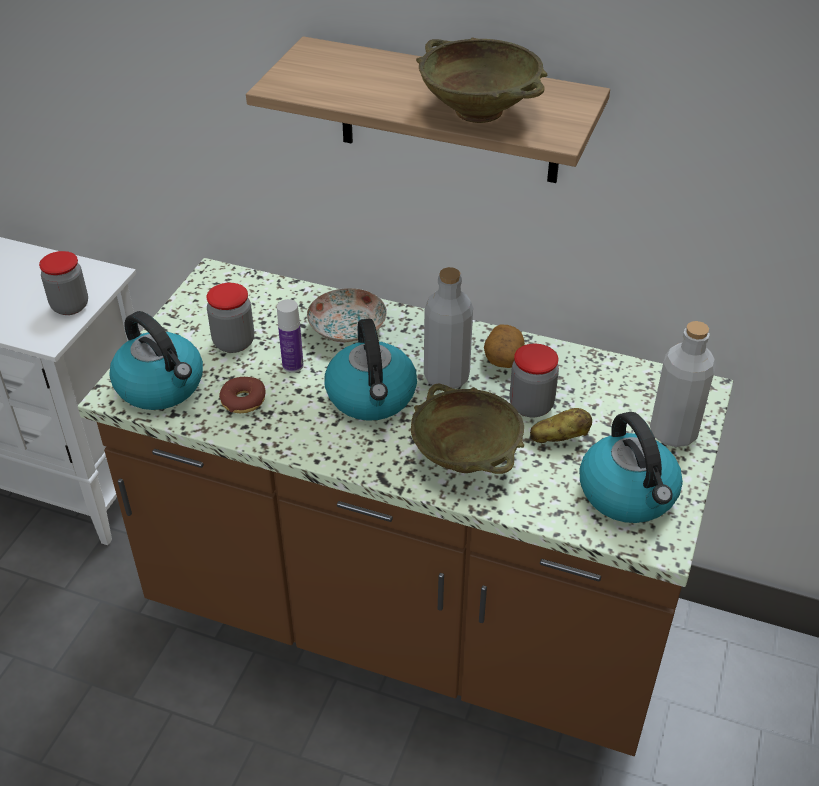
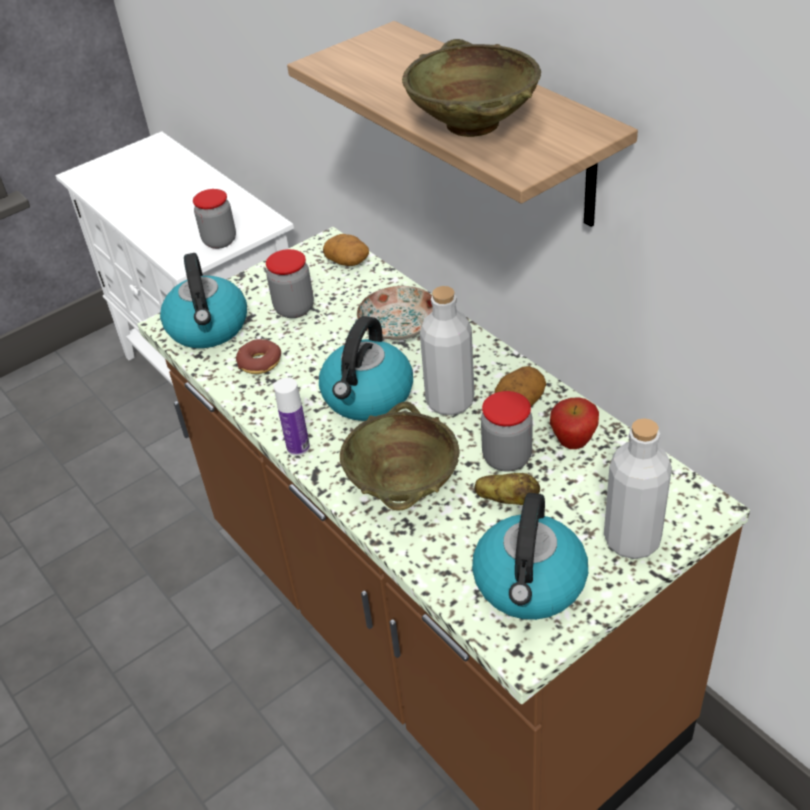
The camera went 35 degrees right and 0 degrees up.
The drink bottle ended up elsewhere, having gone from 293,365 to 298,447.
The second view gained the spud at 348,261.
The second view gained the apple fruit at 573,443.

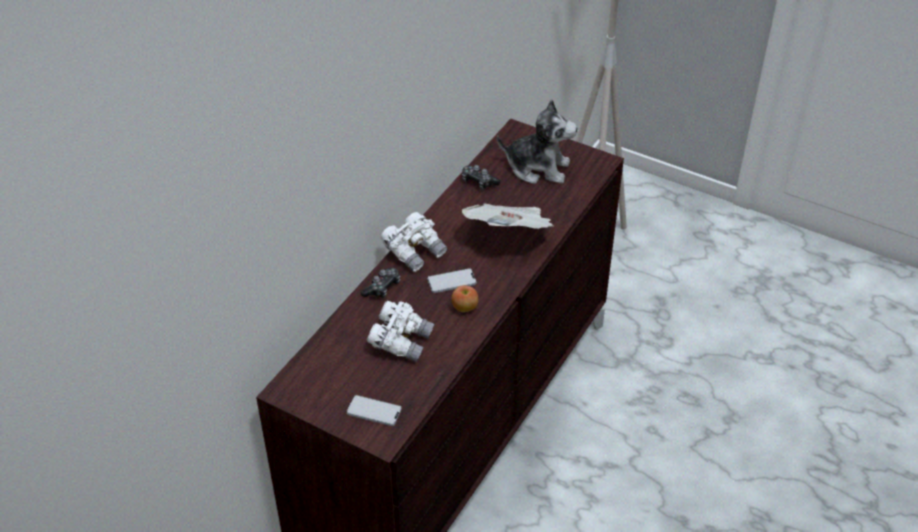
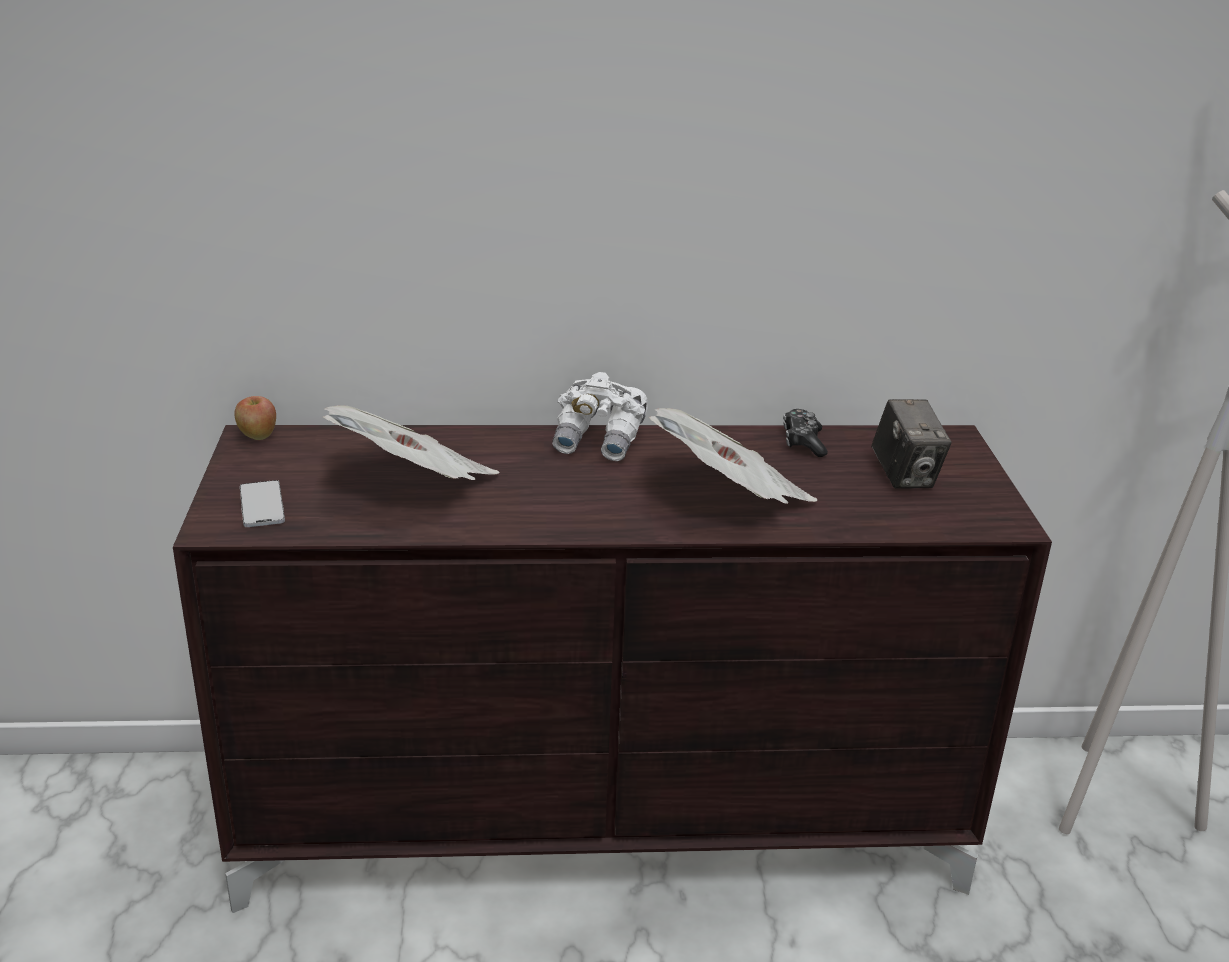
The camera went 55 degrees right and 15 degrees down.
Where the cuddly toy stood at 538,168, the photo camera came to stand at 905,476.
The second view lost the game controller at 382,288.
The second view lost the handset at 451,281.
The apple fruit ended up elsewhere, having gone from 465,308 to 257,436.
Where the whitish pair of binoculars stood at 401,341, the newspaper came to stand at 415,484.

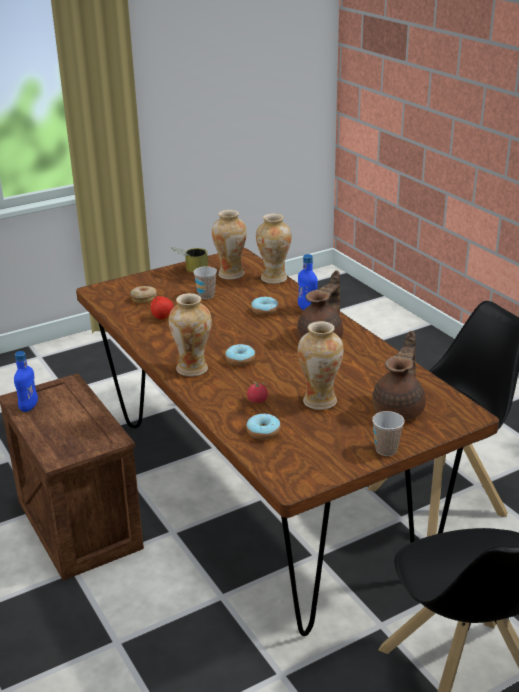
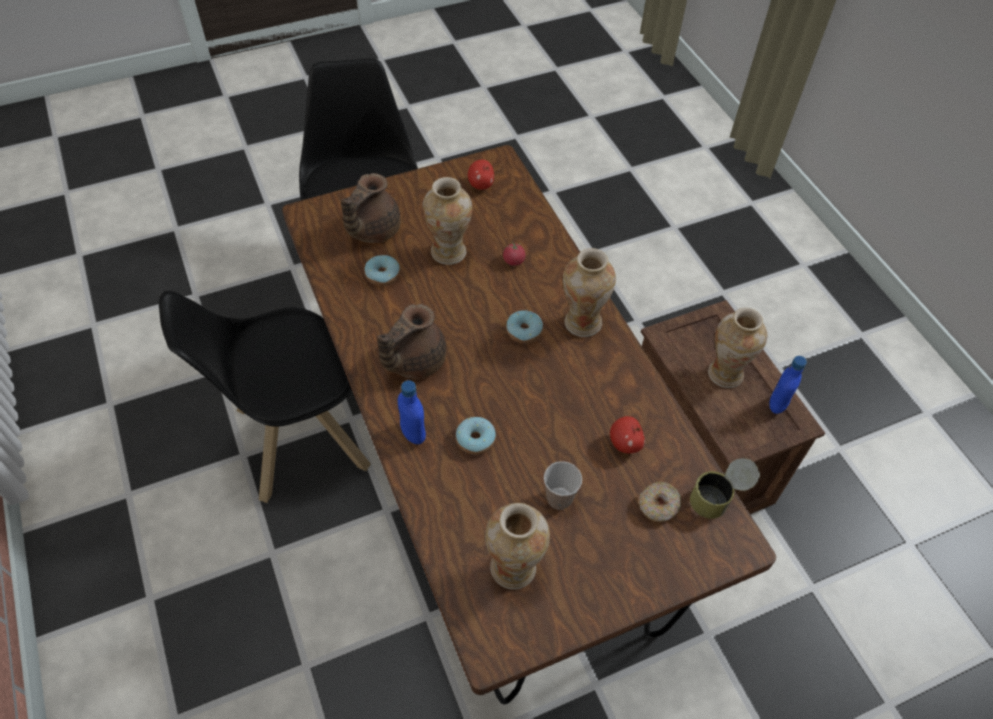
The camera went 175 degrees left and 25 degrees up.
The decorative vase ended up elsewhere, having gone from 274,278 to 725,373.
The sealed can ended up elsewhere, having gone from 190,269 to 719,497.
The second view lost the drinking cup at 386,450.
The donut ended up elsewhere, having gone from 263,432 to 382,275.
The second view gained the apple fruit at 481,185.

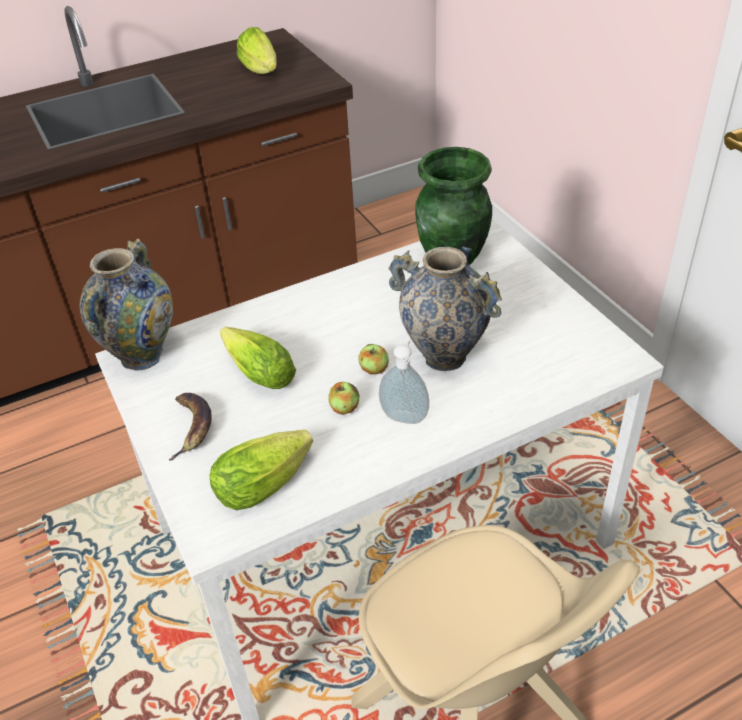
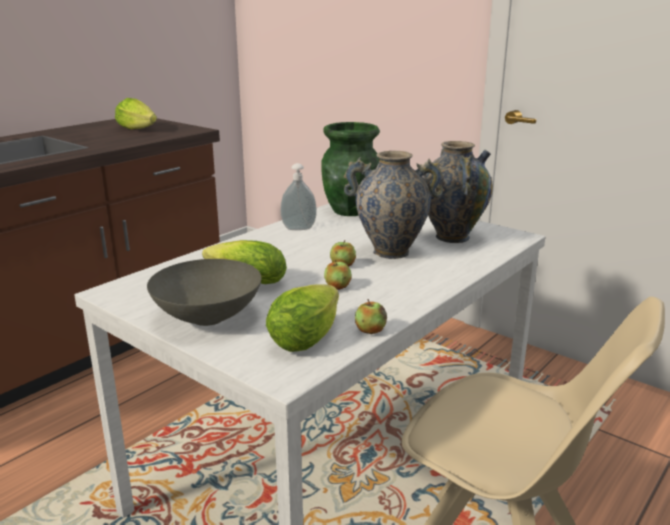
The camera went 25 degrees left and 20 degrees down.
The decorative vase ended up elsewhere, having gone from 142,356 to 452,237.
The soap dispenser ended up elsewhere, having gone from 405,416 to 298,228.
Where the banana fruit stood at 192,427, the grey bowl came to stand at 209,318.
The second view gained the apple fruit at 370,330.

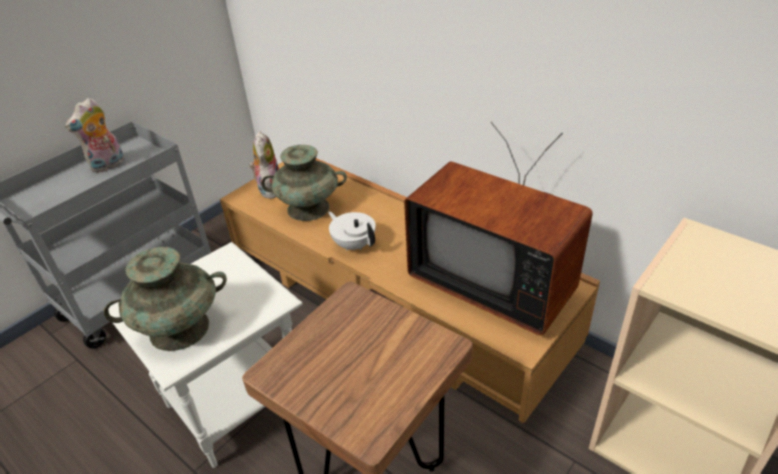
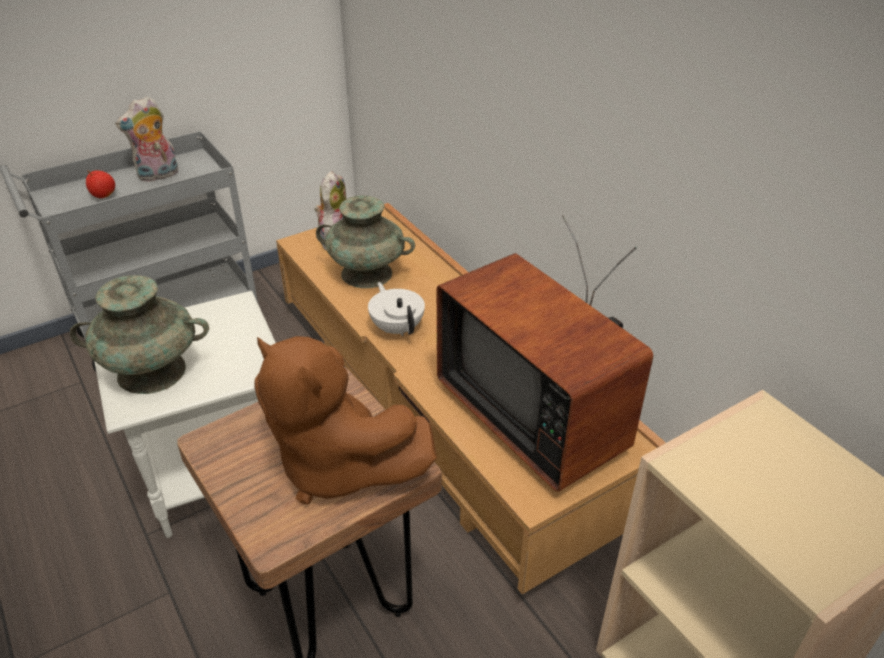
The camera went 15 degrees right and 0 degrees up.
The second view gained the apple fruit at 103,195.
The second view gained the brown-coloured cuddly toy at 337,466.

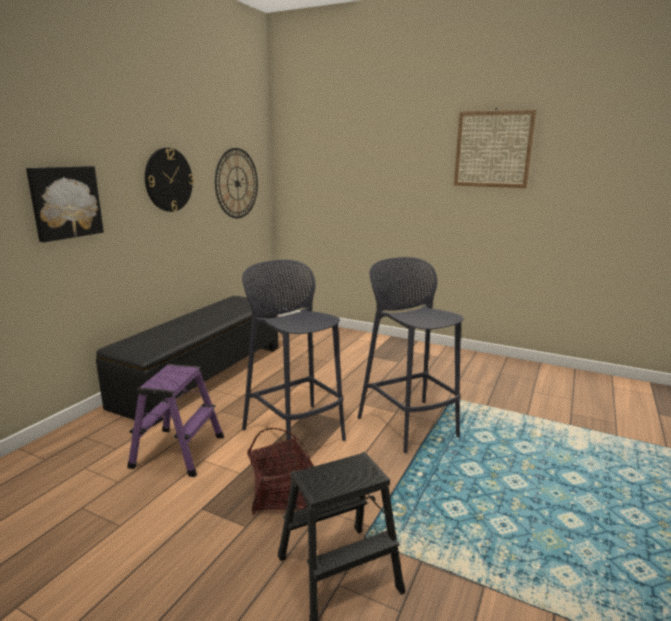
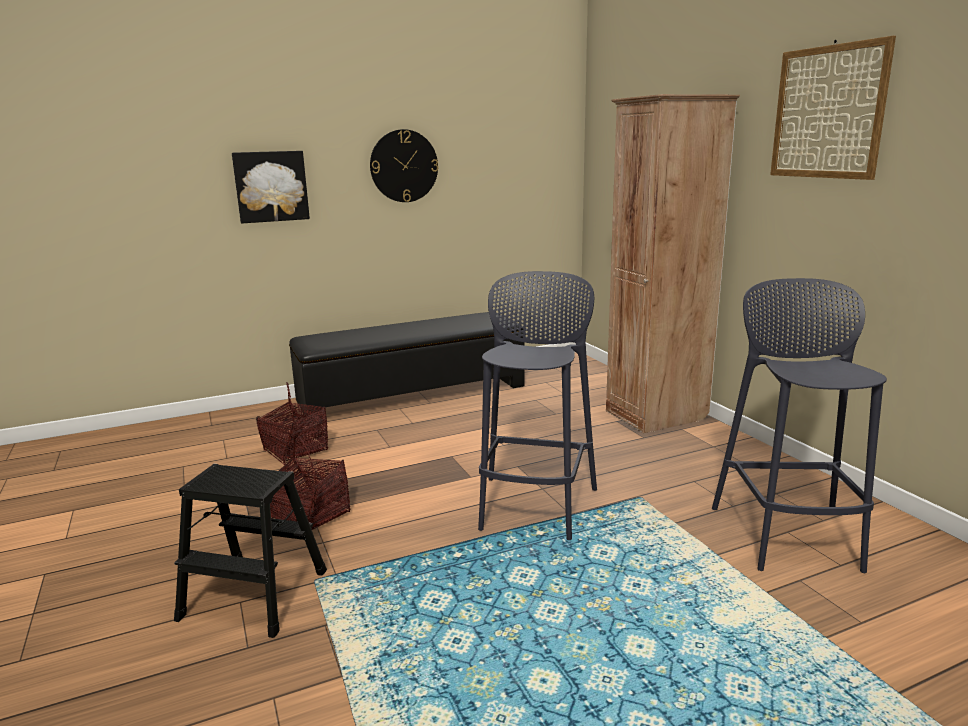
The camera went 40 degrees right and 0 degrees up.
The second view lost the wall clock at 237,183.
The grey sitting stool ended up elsewhere, having gone from 296,431 to 789,535.
Where the purple-coloured step ladder stood at 178,451, the basket came to stand at 296,451.
The second view gained the brown-coloured cabinet at 656,415.

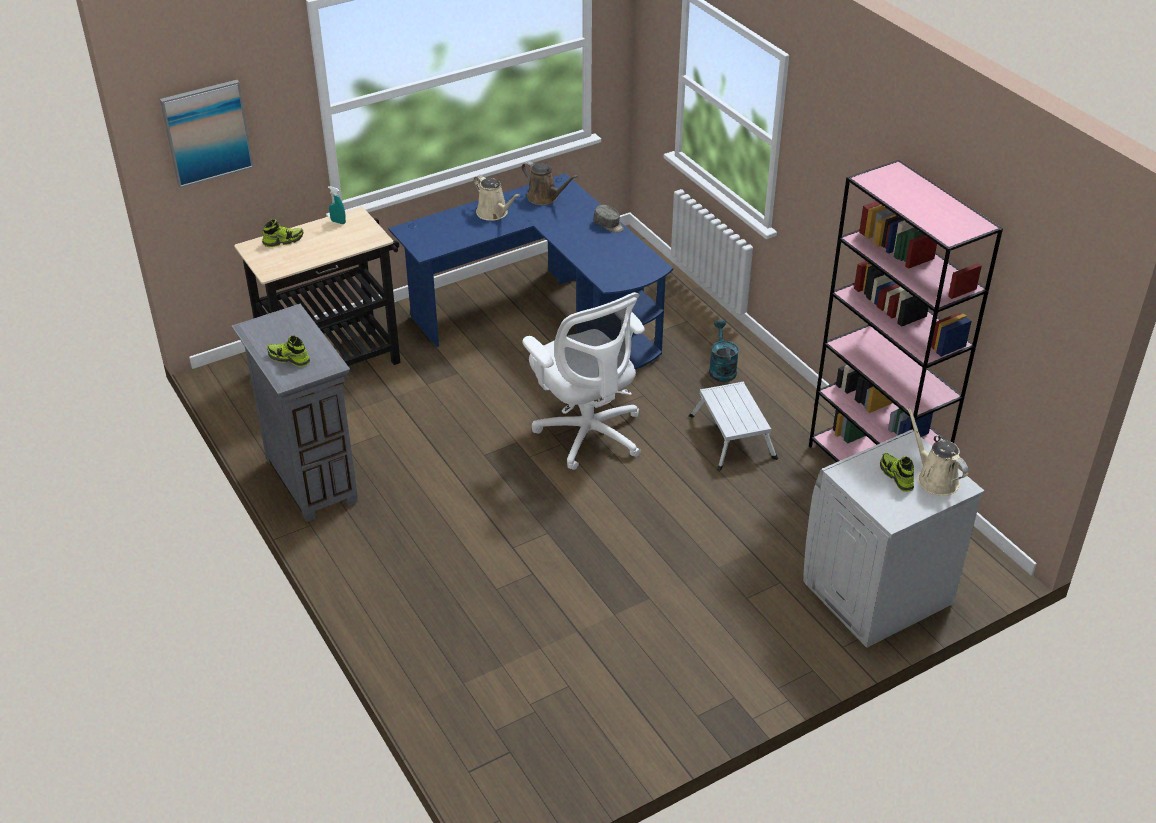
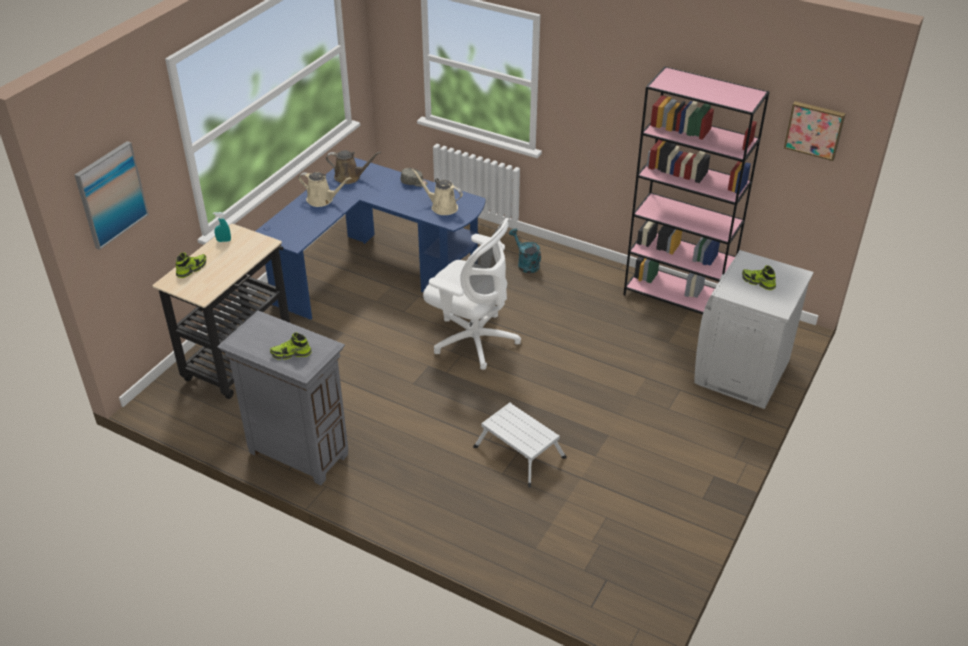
The camera went 30 degrees left and 0 degrees up.
The whitish step ladder ended up elsewhere, having gone from 732,437 to 520,452.
The sand-coloured watering can ended up elsewhere, having gone from 934,478 to 441,207.
The second view gained the wall art at 814,129.

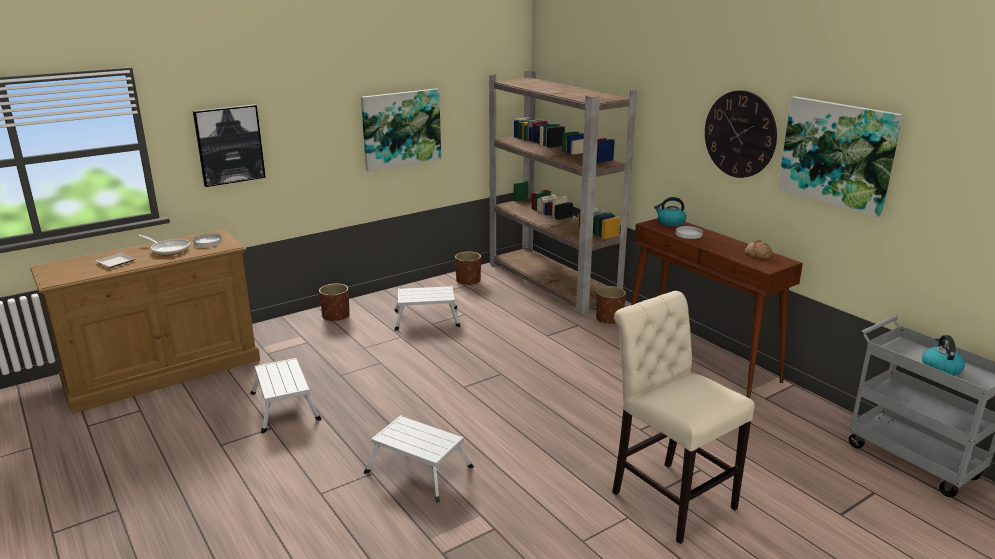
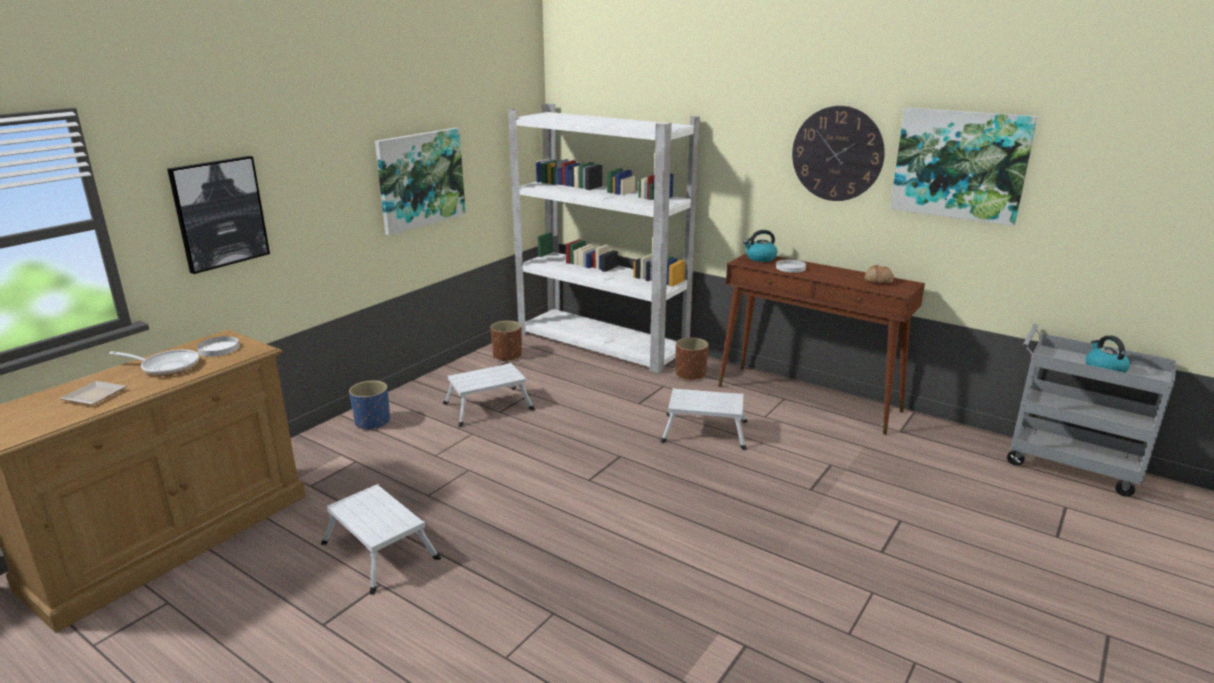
The camera went 20 degrees left and 0 degrees up.
What was the brown-coloured bookcase at 552,281 turned into the whitish bookcase at 601,343.
What was the brown-coloured planter at 336,316 turned into the bluish planter at 372,422.
The second view lost the sand-coloured sitting stool at 668,497.
The whitish step ladder ended up elsewhere, having gone from 419,470 to 705,431.

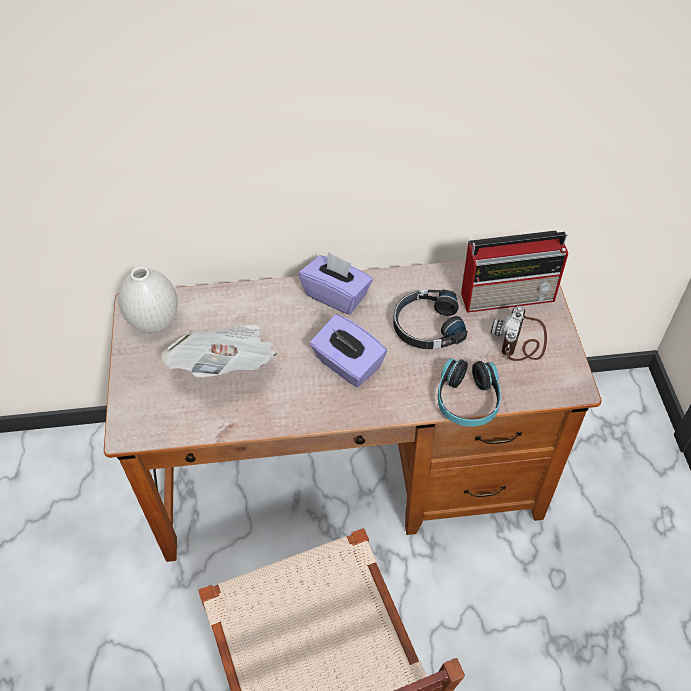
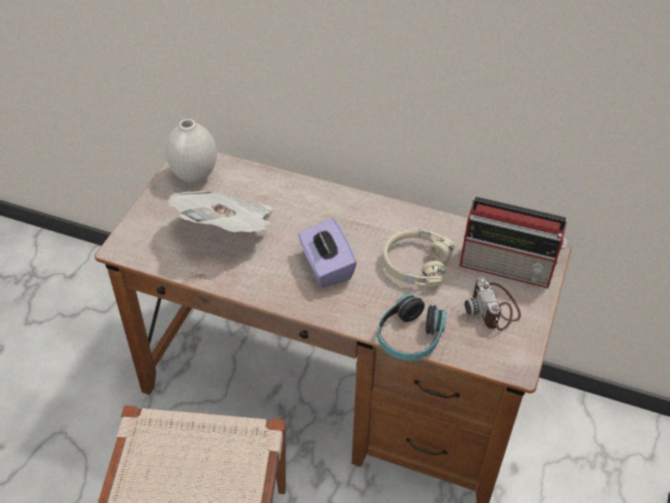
The camera went 25 degrees right and 5 degrees down.
The second view lost the purple-coloured tissue holder at 336,295.
What was the black headphones at 427,326 turned into the sand-coloured headphones at 415,263.
The photo camera at 521,340 ended up facing another way, 60 degrees counterclockwise from before.

